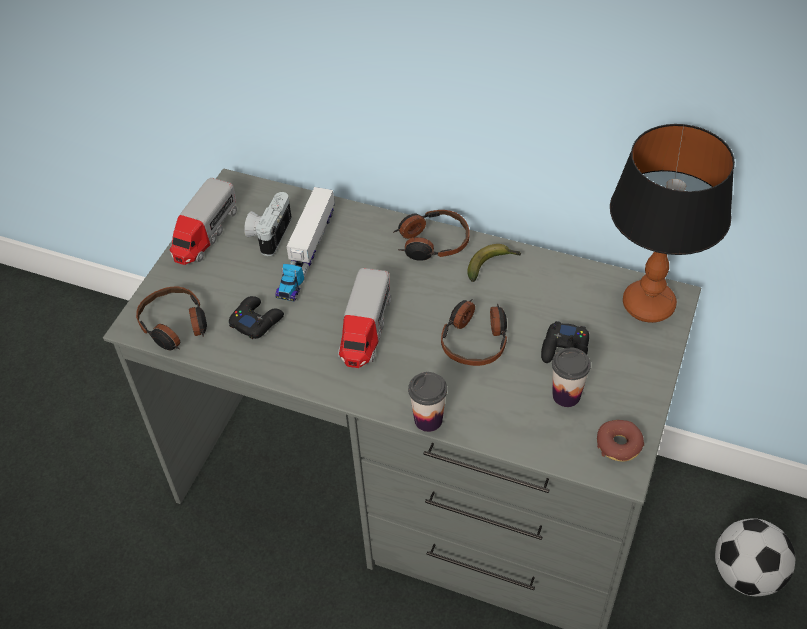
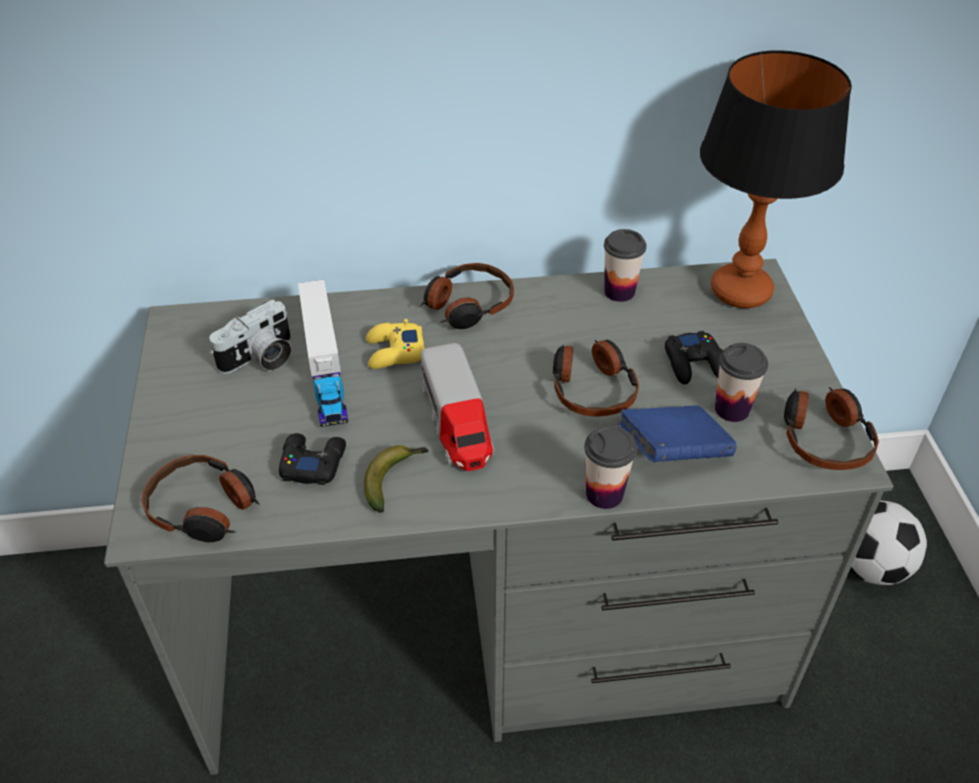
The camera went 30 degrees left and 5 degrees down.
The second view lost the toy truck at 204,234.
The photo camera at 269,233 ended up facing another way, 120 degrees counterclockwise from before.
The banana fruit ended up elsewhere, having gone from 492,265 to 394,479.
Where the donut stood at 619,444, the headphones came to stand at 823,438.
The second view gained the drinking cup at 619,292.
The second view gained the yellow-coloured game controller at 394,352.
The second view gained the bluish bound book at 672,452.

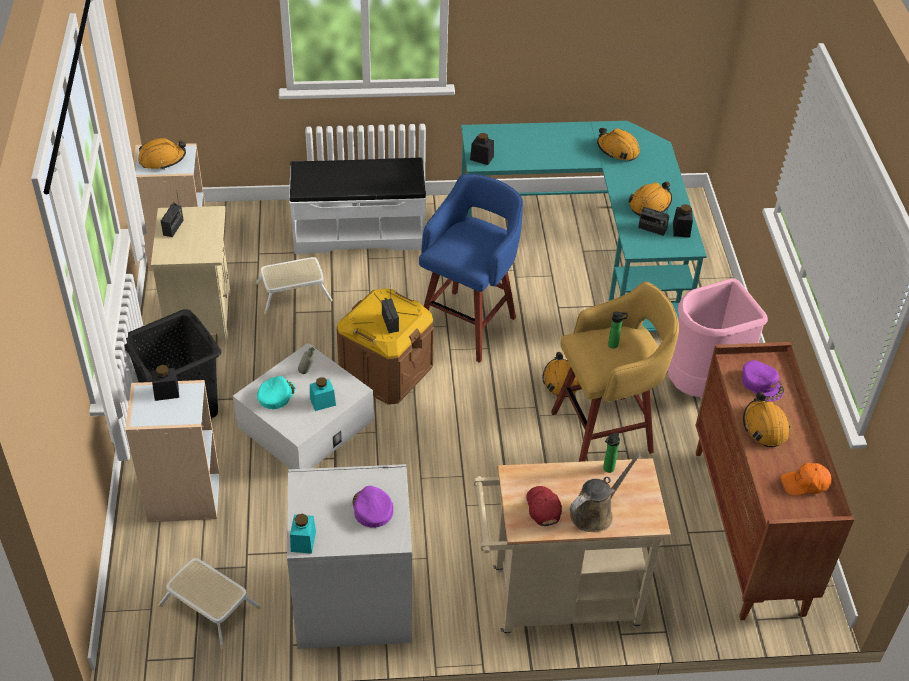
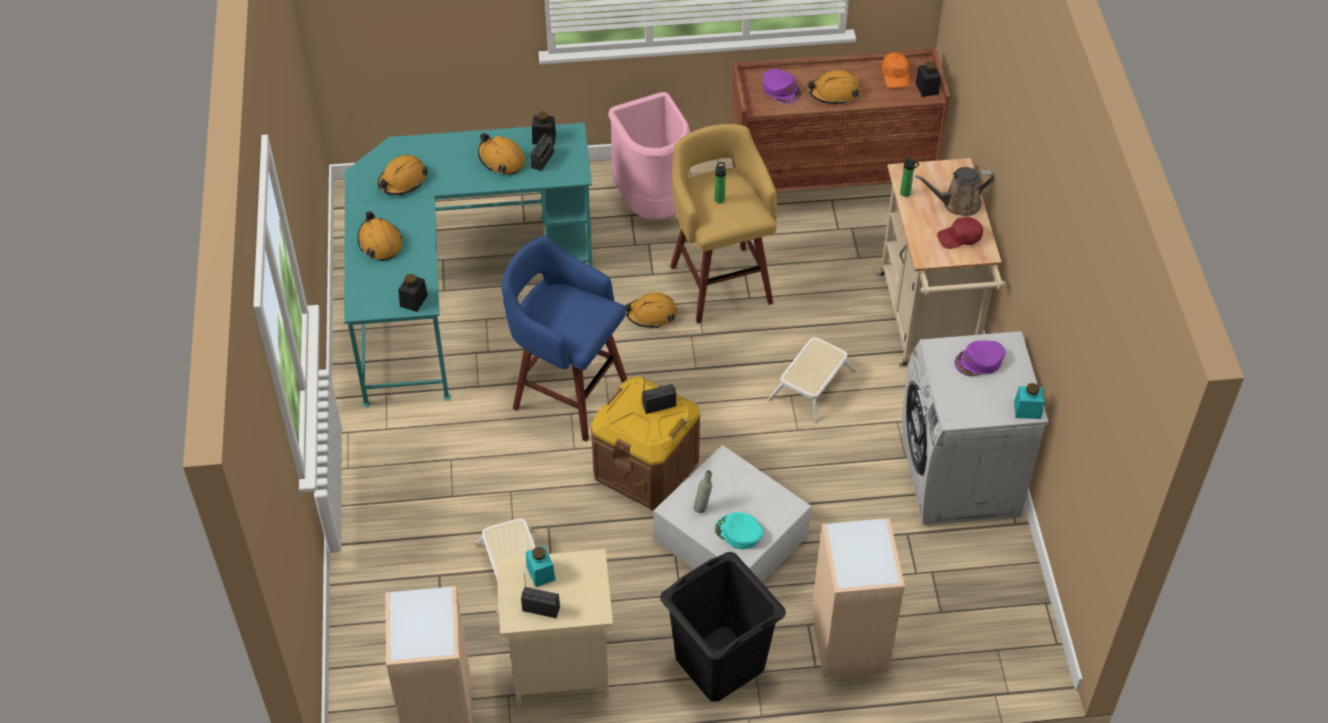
The camera went 90 degrees left and 5 degrees up.
The orange-coloured safety helmet ended up elsewhere, having gone from 162,159 to 380,242.
The second view lost the whitish bench at 359,232.
The purple-coloured peaked cap at 762,384 ended up facing another way, 90 degrees clockwise from before.
The black preserve jar ended up elsewhere, having gone from 166,392 to 927,88.
The turquoise preserve jar ended up elsewhere, having gone from 322,402 to 540,573.
The brown-coloured watering can at 595,513 ended up facing another way, 60 degrees counterclockwise from before.
The sand-coloured step ladder ended up elsewhere, having gone from 209,607 to 812,385.

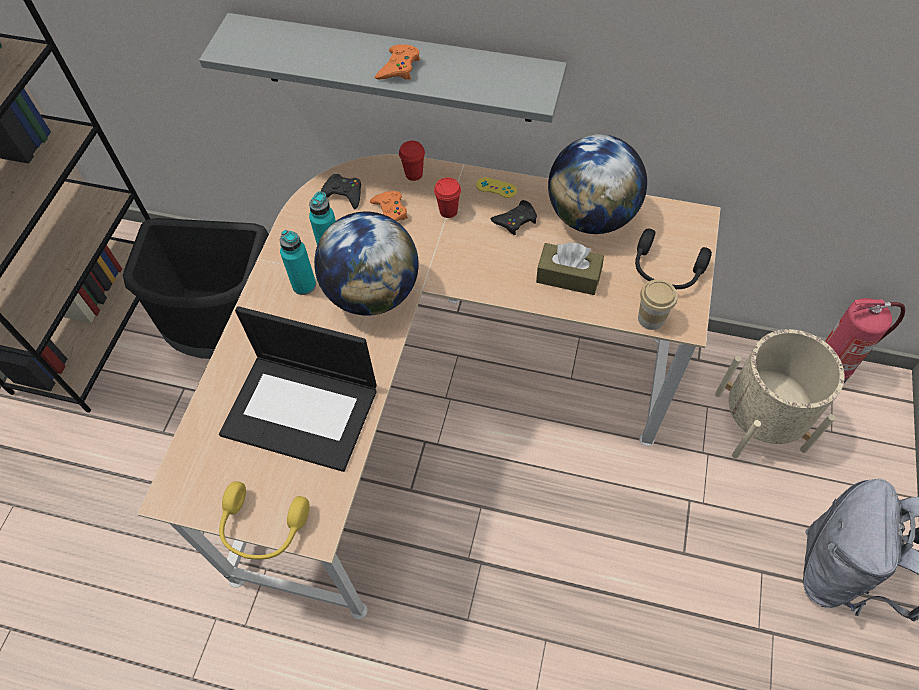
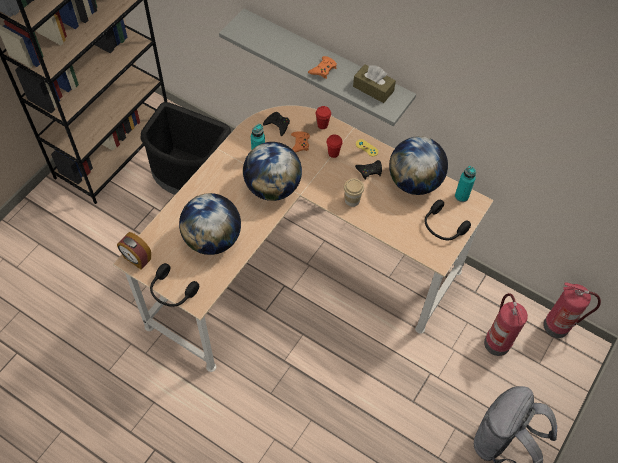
The camera went 15 degrees right and 0 degrees up.
The turquoise drink bottle ended up elsewhere, having gone from 304,285 to 461,196.
The brown-coloured tissue holder ended up elsewhere, having gone from 568,276 to 373,89.
The drinking cup ended up elsewhere, having gone from 651,318 to 352,200.
Where the laptop stood at 302,410, the globe came to stand at 212,239.
Where the sand-coloured planter stood at 759,421, the fire-fighting cylinder came to stand at 496,342.
What was the yellow-coloured headphones at 262,528 turned into the black headphones at 172,291.
The second view gained the alarm clock at 137,258.

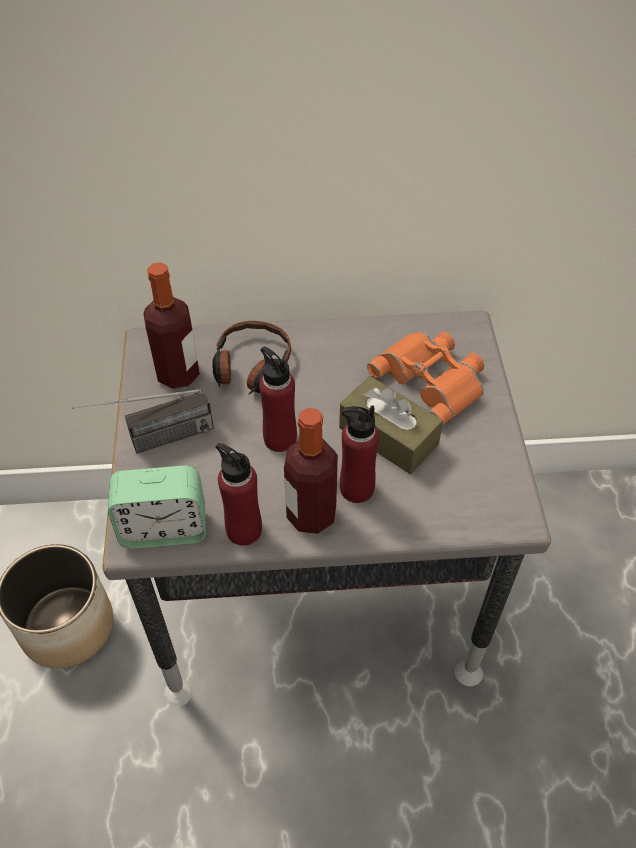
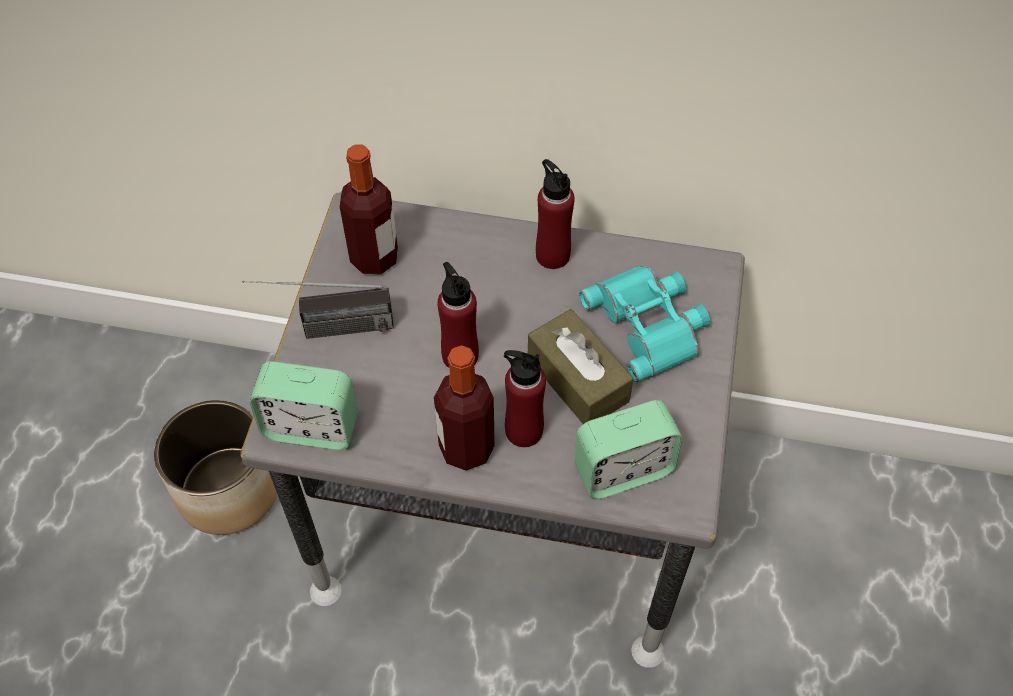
The camera went 15 degrees right and 5 degrees up.
The second view lost the headphones at 251,367.
What was the orange-coloured pair of binoculars at 432,379 turned into the turquoise pair of binoculars at 649,324.
The red drink bottle ended up elsewhere, having gone from 244,530 to 552,255.
The second view gained the alarm clock at 623,470.

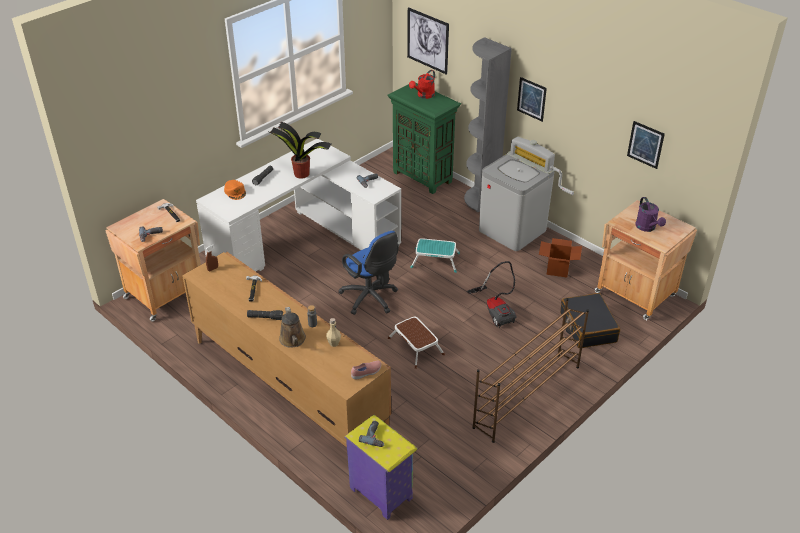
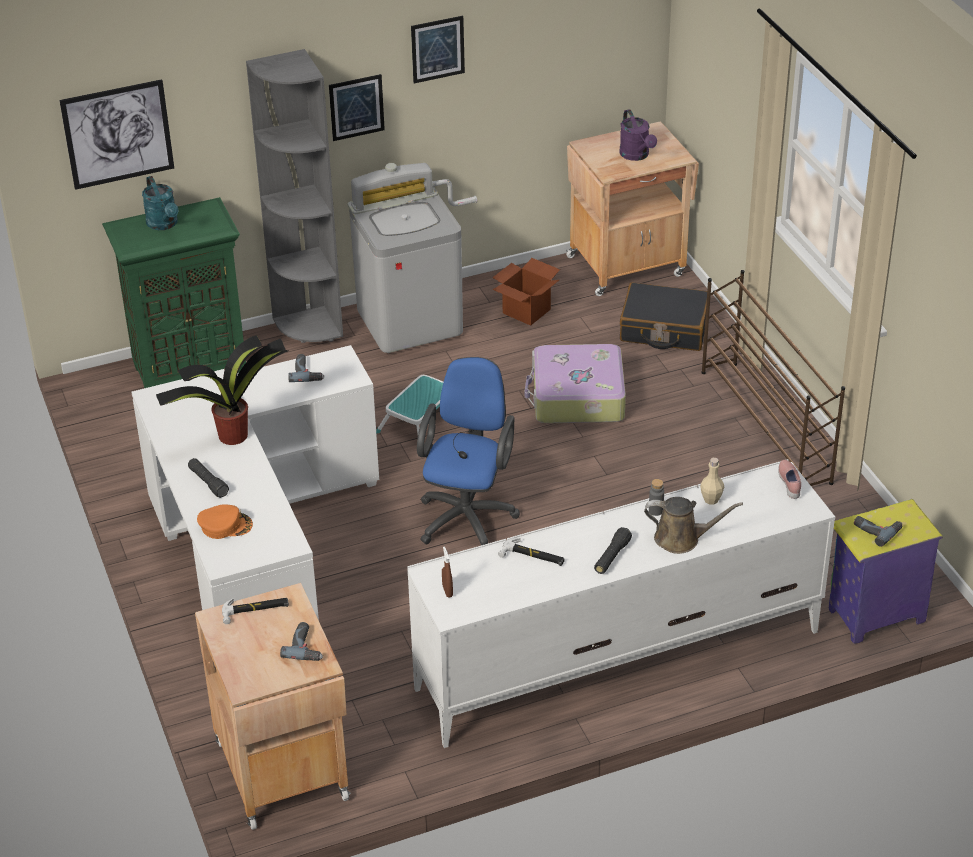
The camera went 65 degrees left and 0 degrees up.
What was the red watering can at 424,96 turned into the turquoise watering can at 164,224.
The wall art ended up elsewhere, having gone from 645,144 to 437,49.
The purple-coloured watering can at 647,228 ended up facing another way, 60 degrees clockwise from before.
The bluish office chair at 371,299 ended up facing another way, 60 degrees counterclockwise from before.
What was the brown-coloured cabinet at 287,388 turned into the whitish cabinet at 617,661.
Where the vacuum stood at 496,310, the travel case came to stand at 577,397.
The second view lost the brown-coloured step ladder at 415,346.

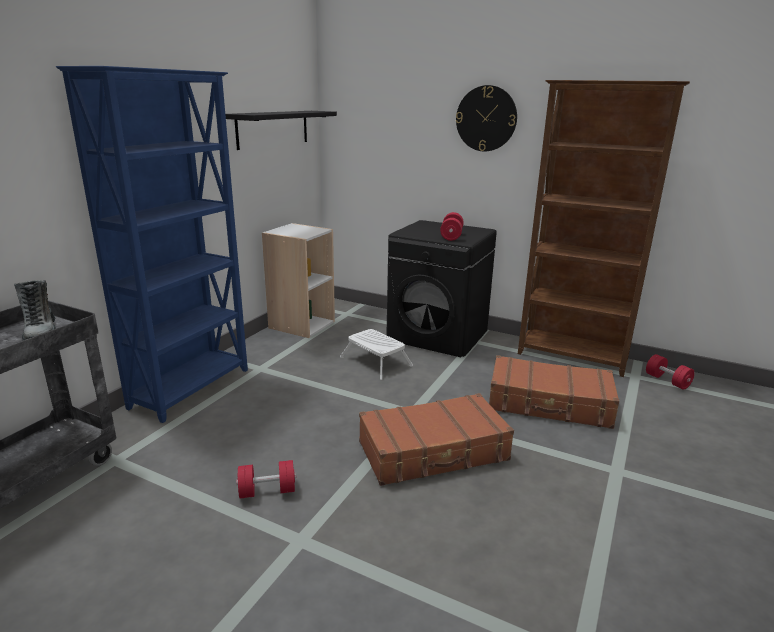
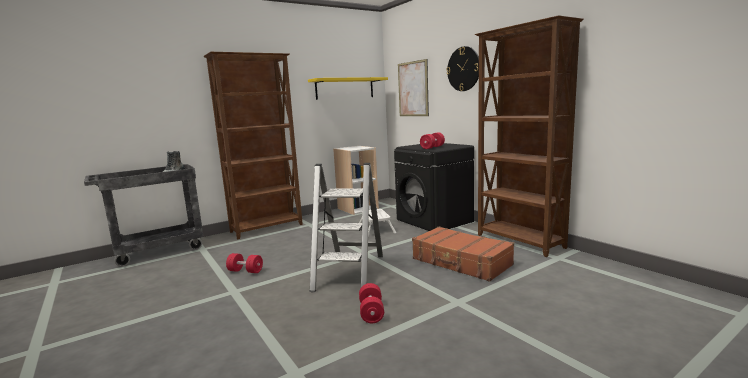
The camera went 30 degrees right and 10 degrees down.
What was the bluish bookcase at 192,388 turned into the brown-coloured bookcase at 267,228.
What was the black bracket shelf at 273,129 turned into the yellow-coloured bracket shelf at 345,88.
The red hand weight ended up elsewhere, having gone from 667,381 to 371,312.
Where the brown-coloured travel case stood at 434,452, the grey step ladder came to stand at 350,271.
The second view gained the wall art at 413,89.

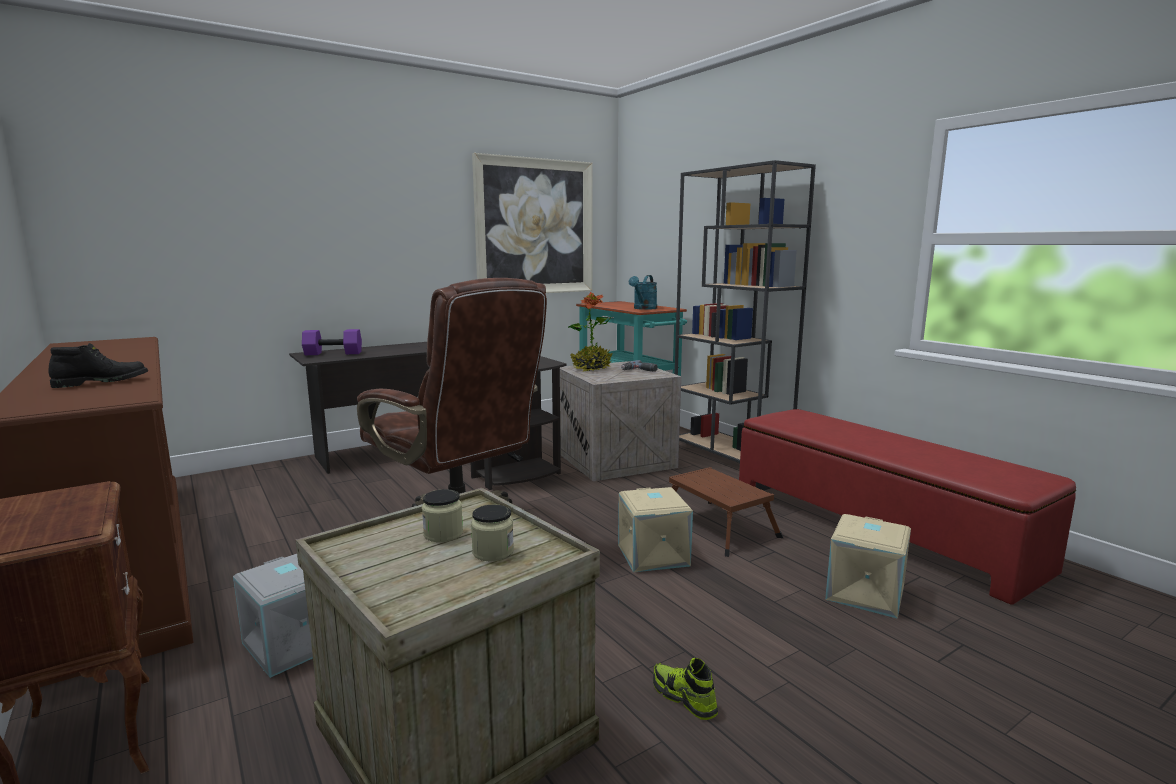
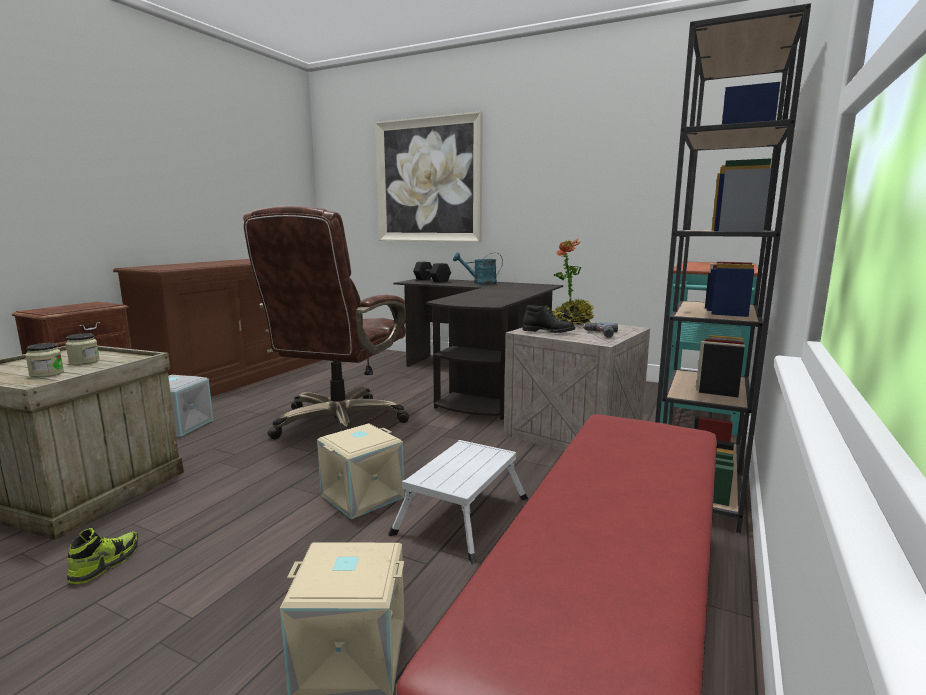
The camera went 60 degrees right and 0 degrees up.
The wall art ended up elsewhere, having gone from 535,227 to 428,181.
The turquoise watering can ended up elsewhere, having gone from 643,308 to 480,283.
What was the purple-coloured hand weight at 332,353 turned into the black hand weight at 431,280.
The black tall boot ended up elsewhere, having gone from 102,382 to 548,332.
What was the brown-coloured step ladder at 718,527 turned into the whitish step ladder at 462,516.

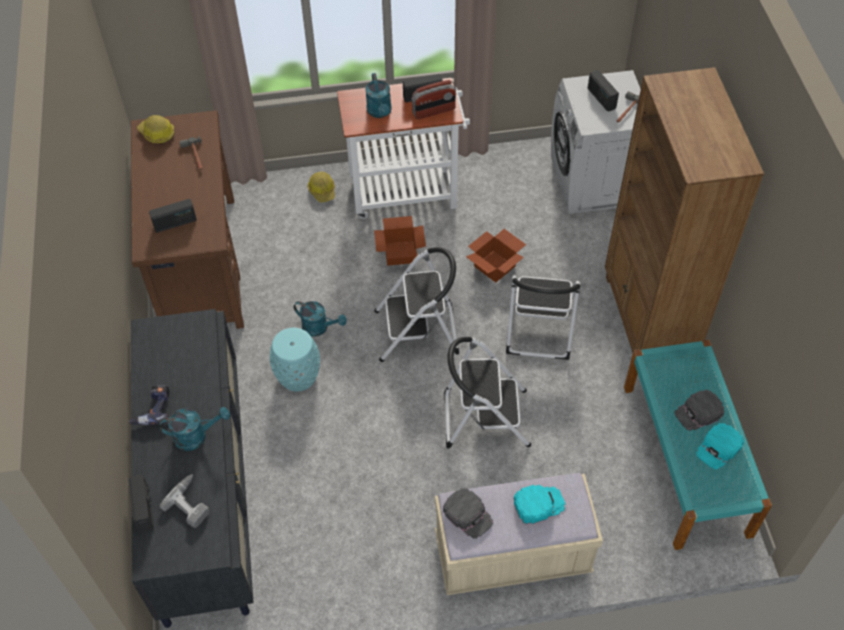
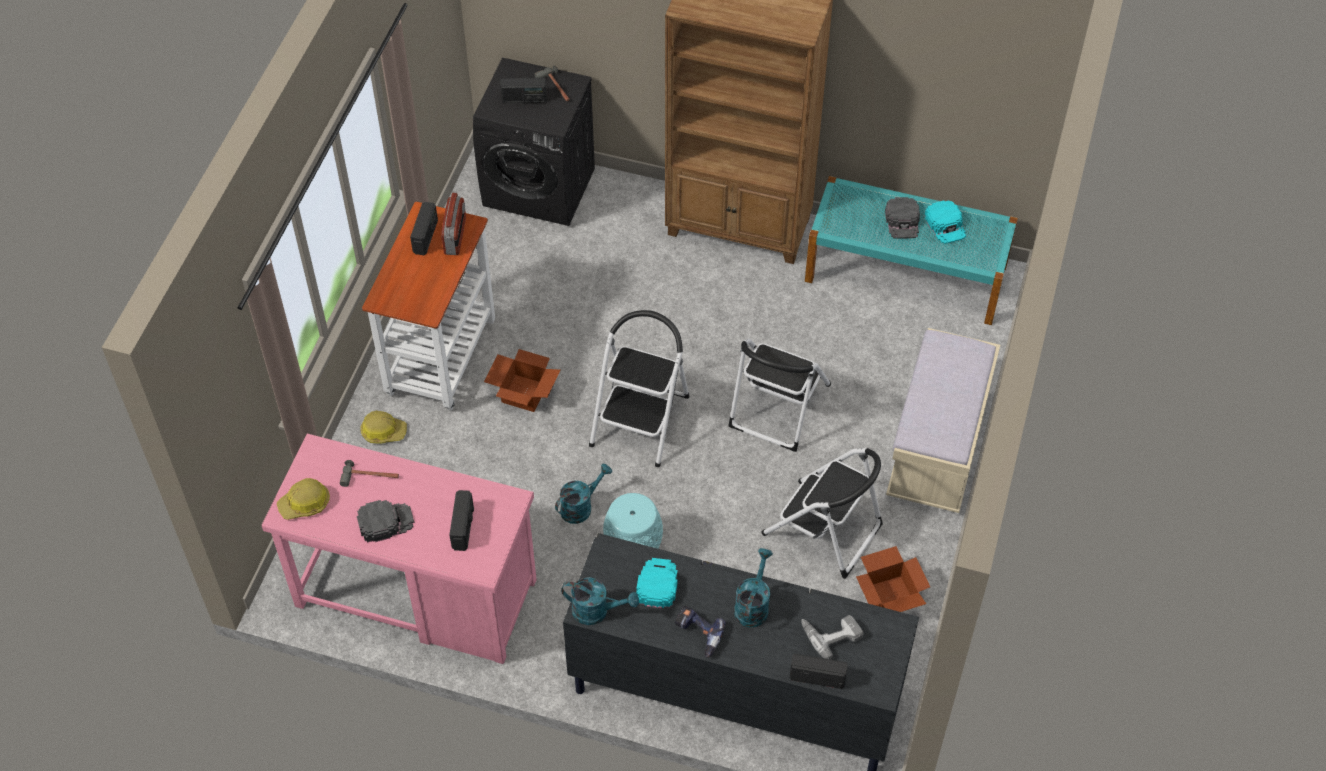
The camera went 65 degrees left and 0 degrees up.
What was the whitish washing machine at 592,183 turned into the black washing machine at 539,189.
The turquoise watering can ended up elsewhere, having gone from 380,112 to 597,611.
What was the brown-coloured desk at 199,265 turned into the pink-coloured desk at 415,594.
The packing box ended up elsewhere, having gone from 496,266 to 890,595.
The step ladder ended up elsewhere, having gone from 538,327 to 825,531.
The turquoise peaked cap ended up elsewhere, having gone from 538,504 to 657,584.
The black peaked cap ended up elsewhere, having gone from 468,515 to 385,522.

